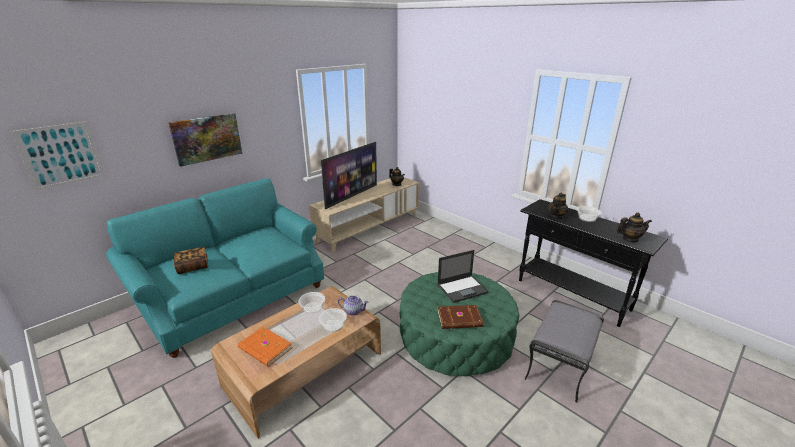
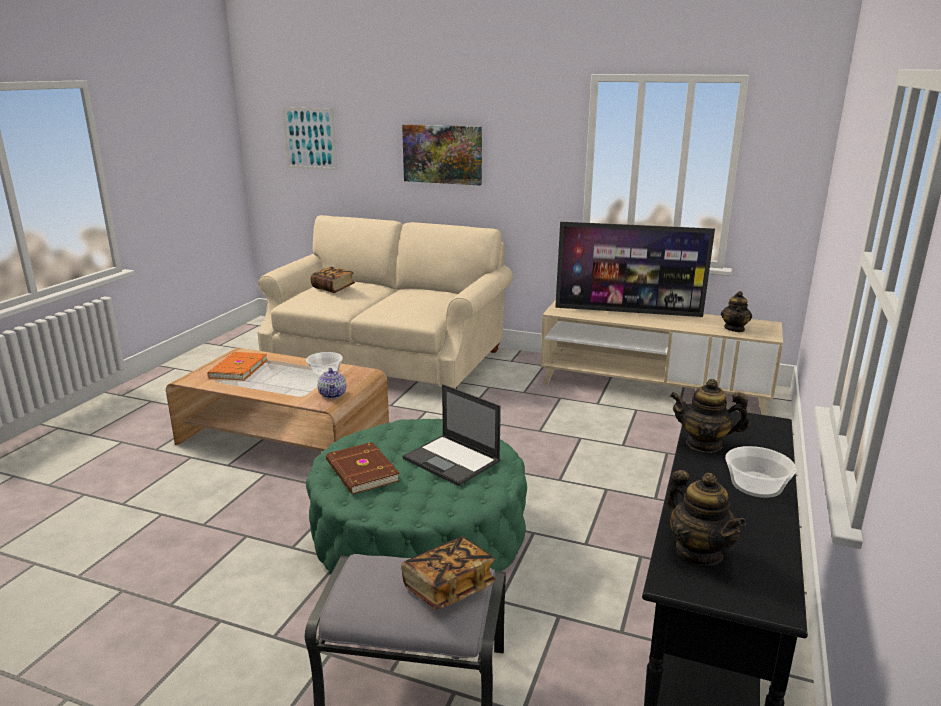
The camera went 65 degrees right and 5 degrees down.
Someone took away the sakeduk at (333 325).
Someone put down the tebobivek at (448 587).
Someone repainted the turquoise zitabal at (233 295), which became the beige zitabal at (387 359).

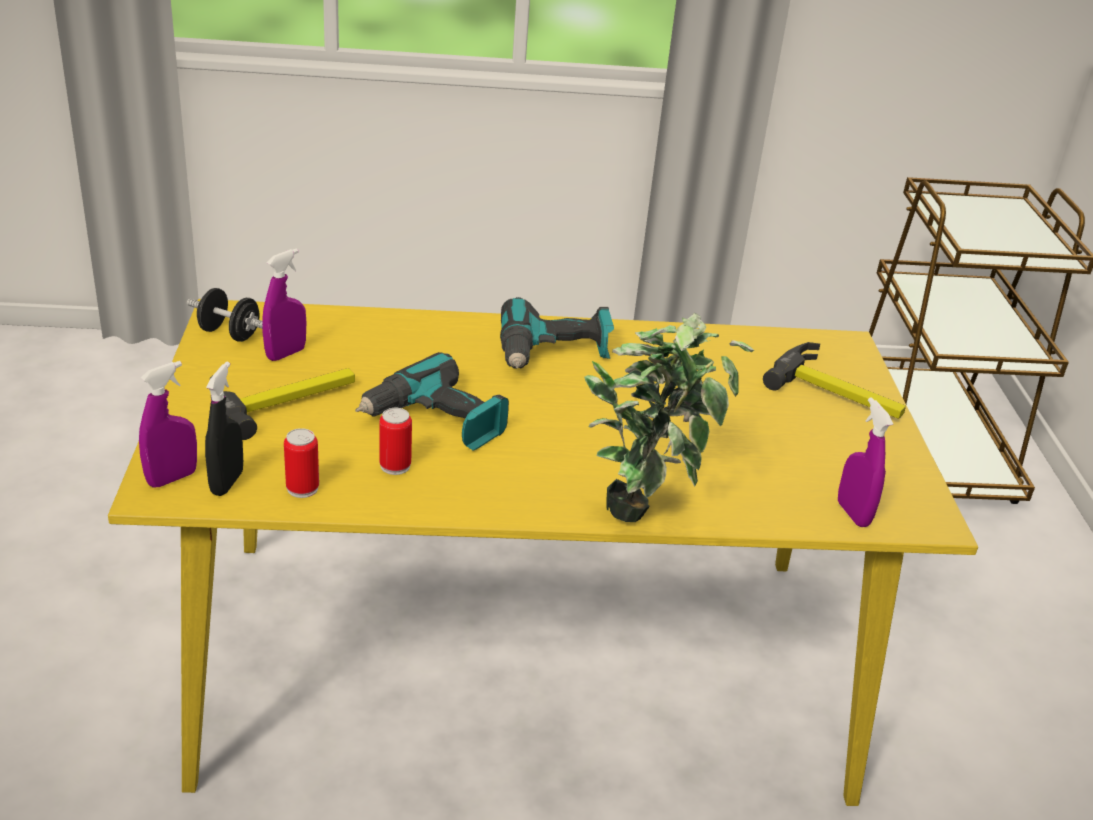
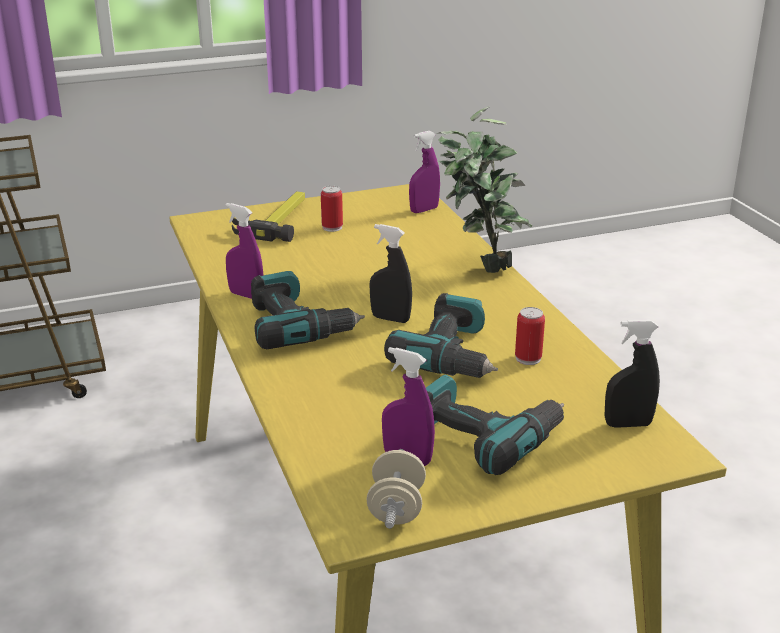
The camera went 105 degrees left and 5 degrees down.
Someone put down the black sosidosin at (390 319).
Someone carried the purple sosidosin from (172 478) to (246 295).
Someone carried the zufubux from (302 488) to (332 227).
Someone swapped the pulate at (284 399) for the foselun at (487 435).
Someone repainted the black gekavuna at (229 334), which became the beige gekavuna at (396 508).

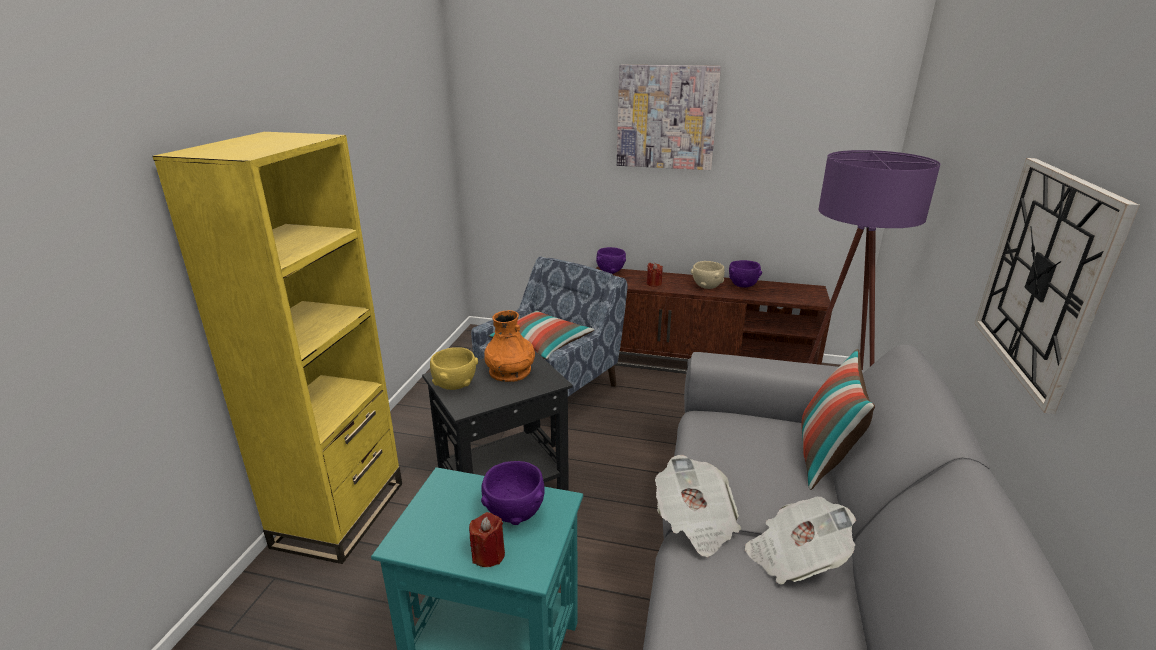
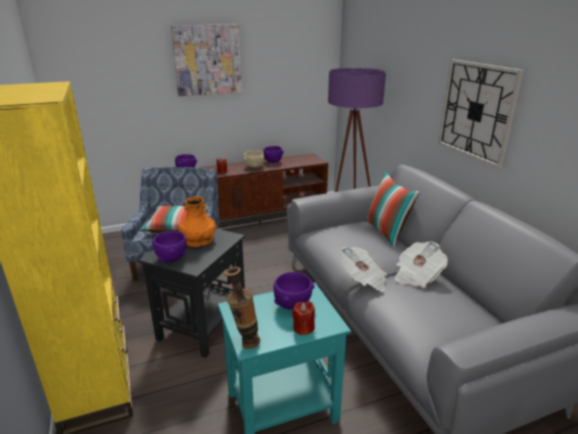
The camera went 35 degrees left and 0 degrees up.
Someone put down the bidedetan at (244 342).
Someone repainted the yellow sakeduk at (455 385), which became the purple sakeduk at (171 258).

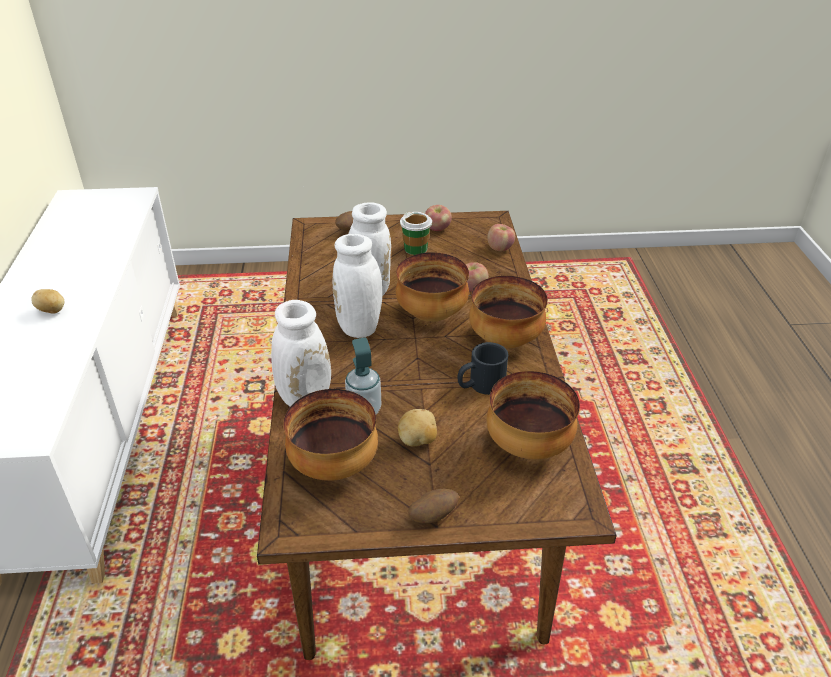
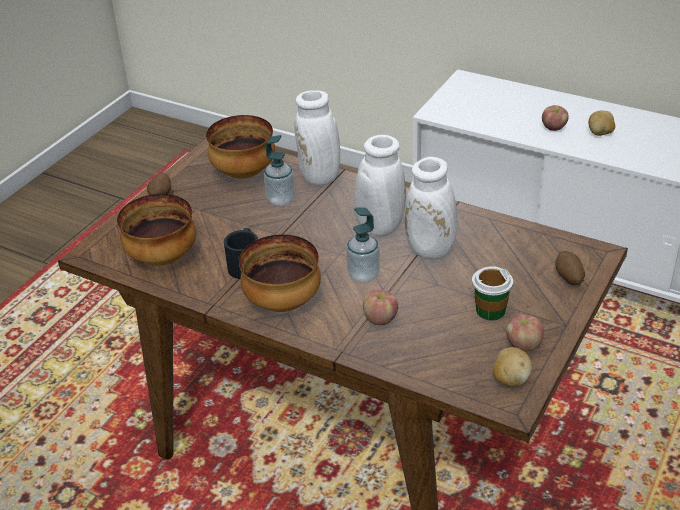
The camera went 125 degrees right and 0 degrees up.
Someone carried the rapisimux from (417 440) to (510 379).
Someone carried the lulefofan from (500 248) to (553 128).
Someone swapped the sakeduk at (431 314) for the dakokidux at (363 275).

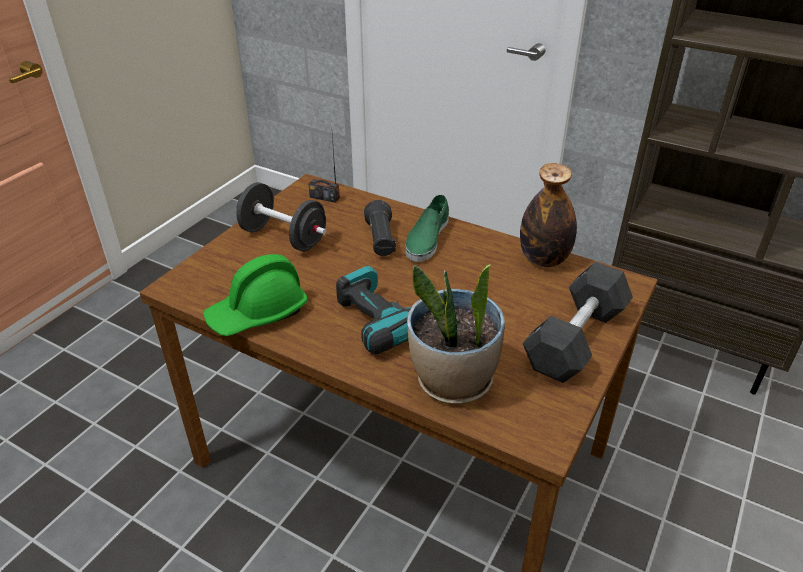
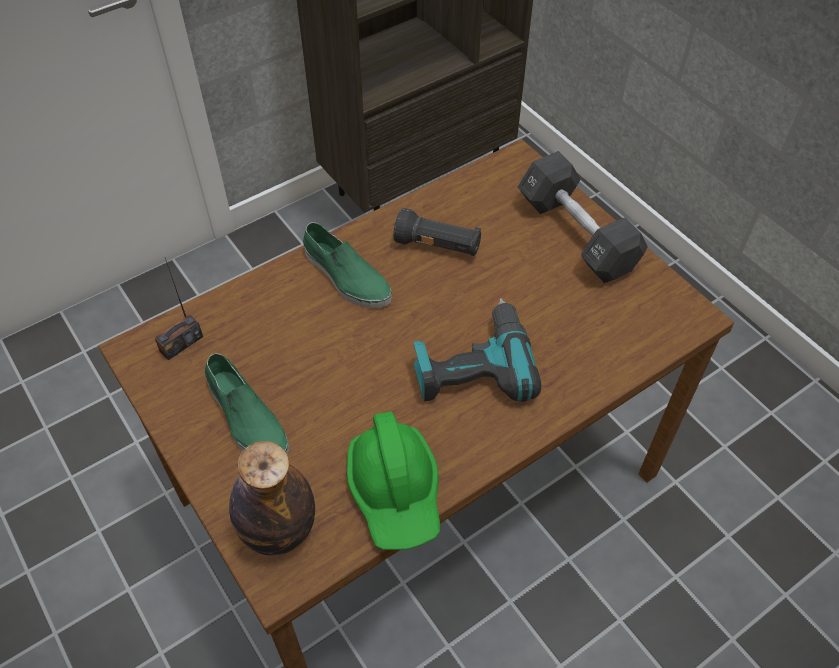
The camera went 65 degrees left and 15 degrees up.
Someone took away the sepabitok at (453 381).
Someone carried the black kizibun from (380 240) to (438 246).
Someone carried the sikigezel from (544 259) to (278 529).
Someone swapped the black gekavuna at (283 237) for the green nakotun at (246 418).

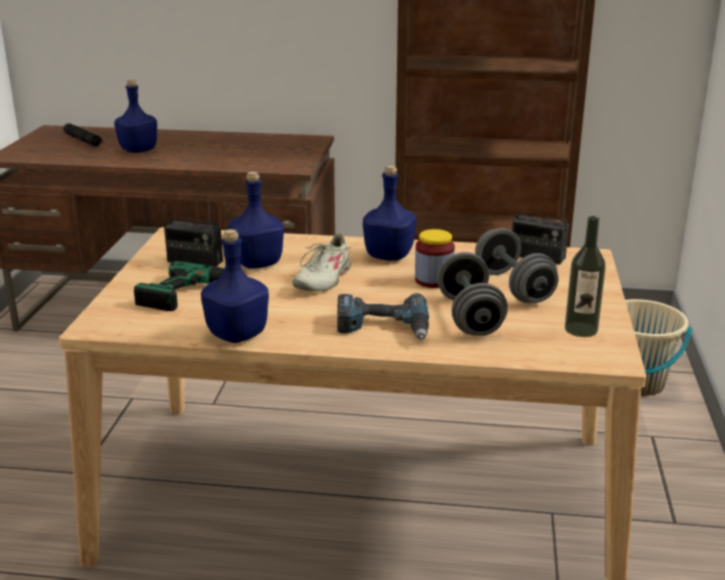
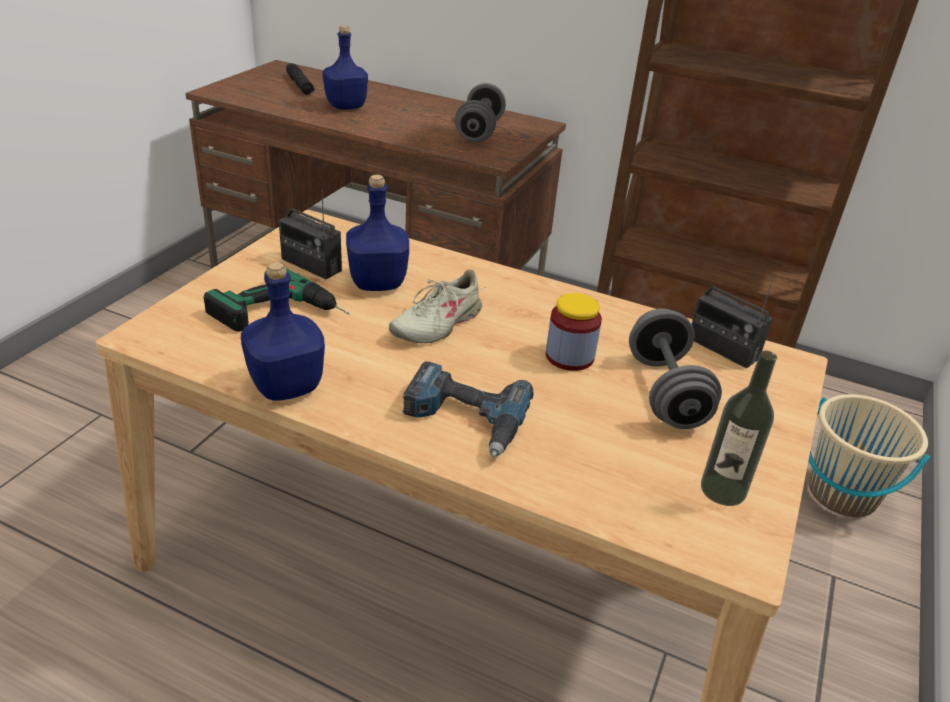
The camera went 15 degrees right and 10 degrees up.
Someone took away the blue sikigezel at (389 256).
Someone carried the grey gekavuna from (469 316) to (479 131).

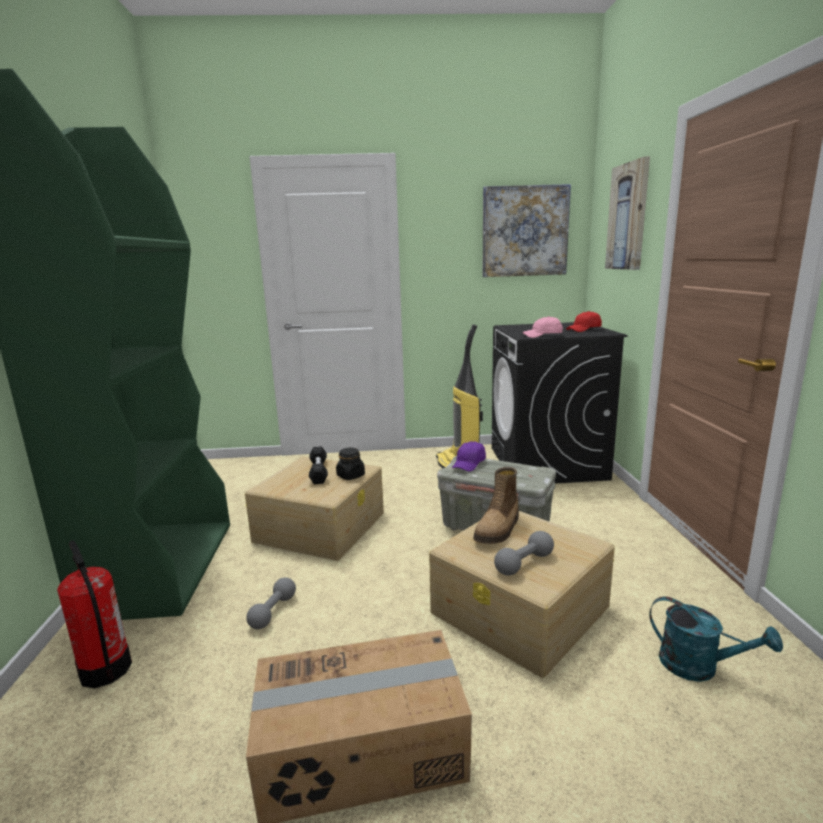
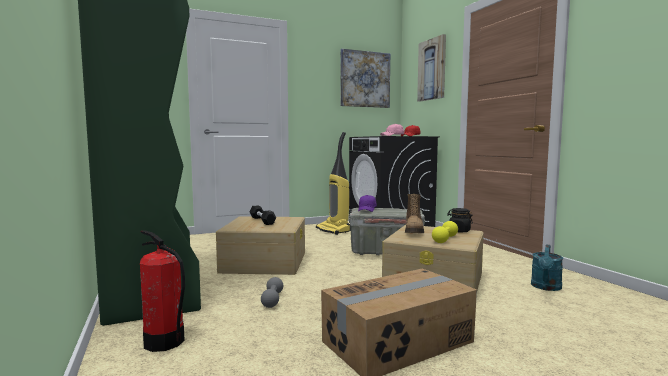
The camera went 20 degrees left and 10 degrees down.
Someone carried the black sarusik from (350 476) to (459 231).
Someone repainted the grey gekavuna at (524 563), which became the yellow gekavuna at (445 239).
Someone rotated the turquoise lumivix at (699 667) by 105 degrees clockwise.

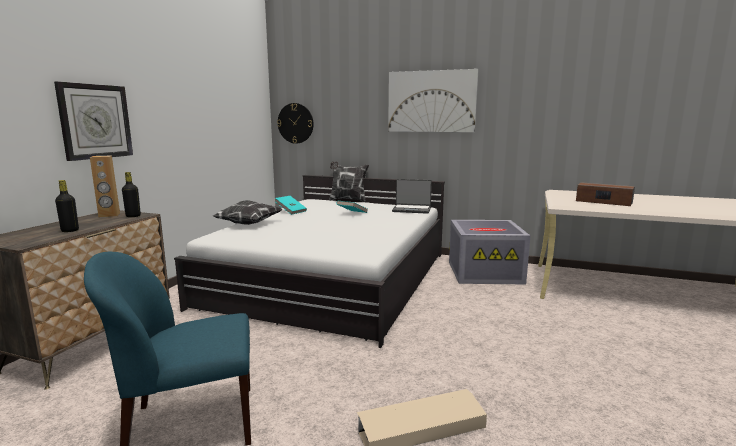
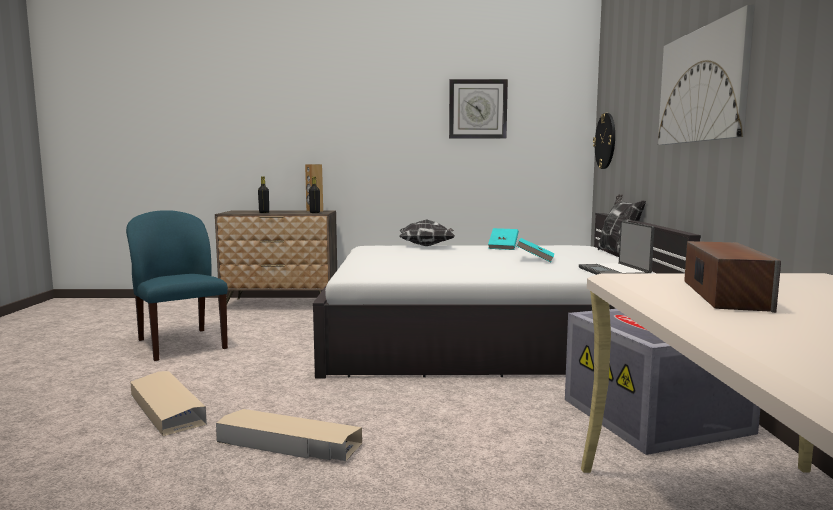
The camera went 70 degrees right and 5 degrees down.
Someone put down the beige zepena at (289 443).
Someone carried the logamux from (95 121) to (477 109).

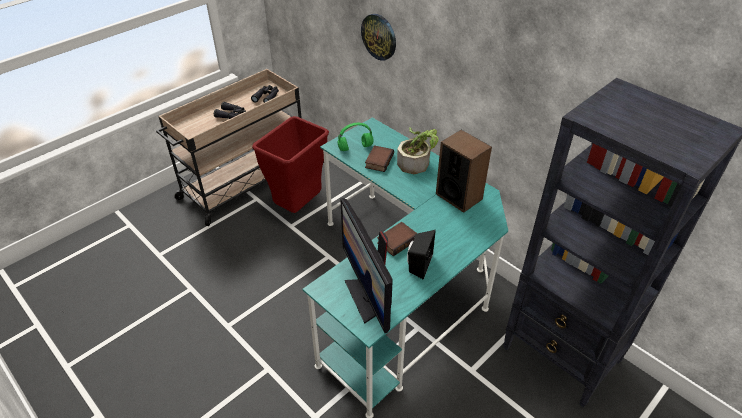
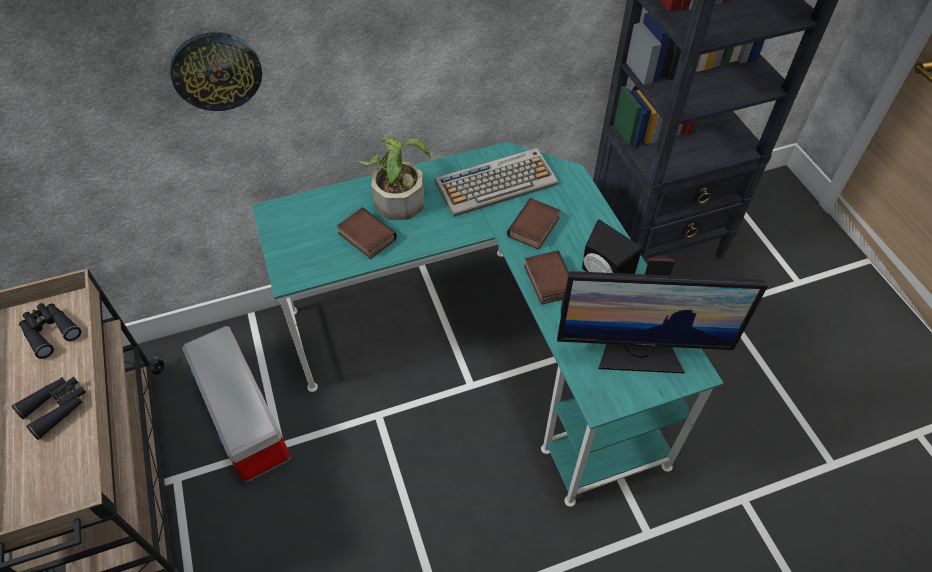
The camera went 65 degrees left and 10 degrees up.
Someone took away the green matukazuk at (356 147).
Someone put down the tebobivek at (534 228).
Someone swapped the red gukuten at (299 207) for the zepena at (246 419).
Someone swapped the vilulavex at (459 196) for the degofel at (496 182).

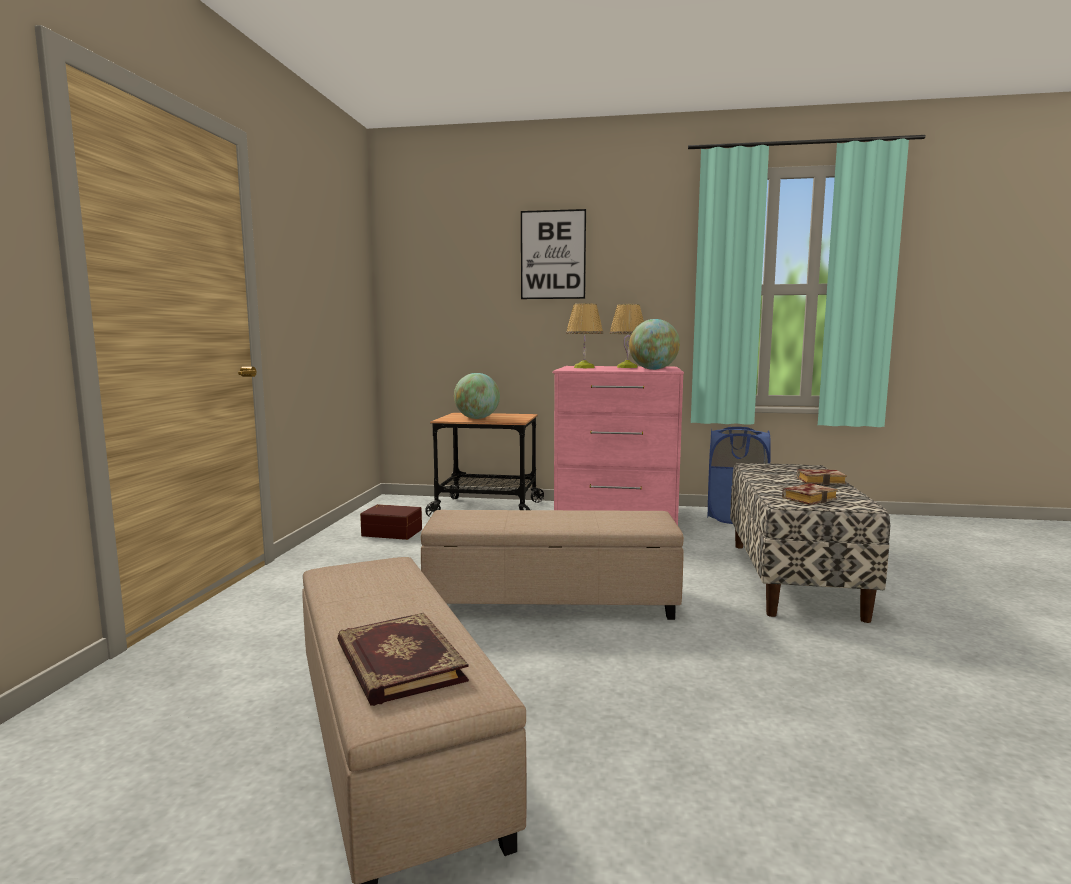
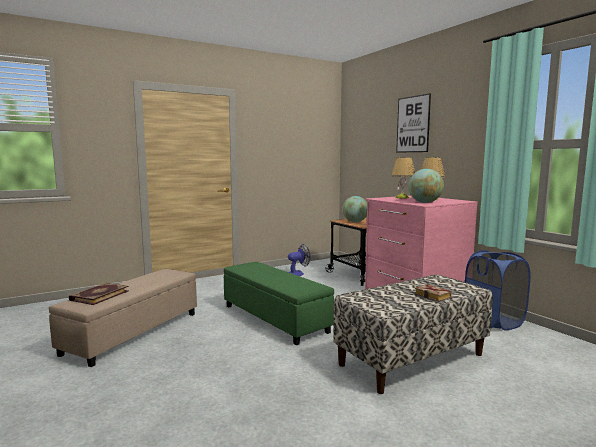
The camera went 50 degrees right and 0 degrees up.
Someone took away the tebobivek at (809 498).
Someone swapped the brown zepena at (392 532) for the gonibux at (298 273).
Someone repainted the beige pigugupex at (550 602), which became the green pigugupex at (273 318).

